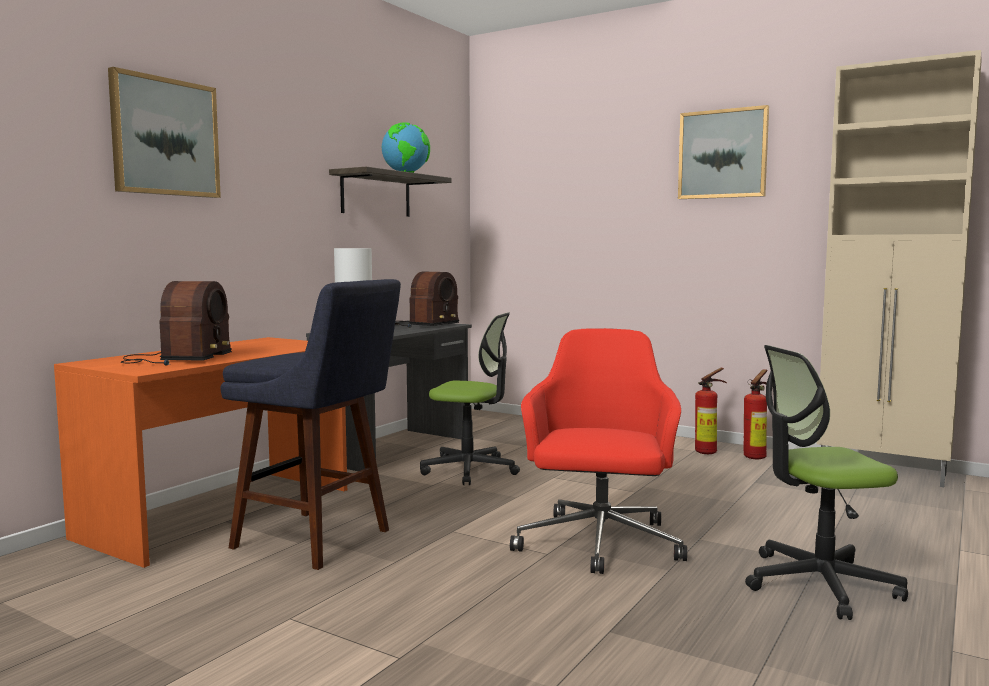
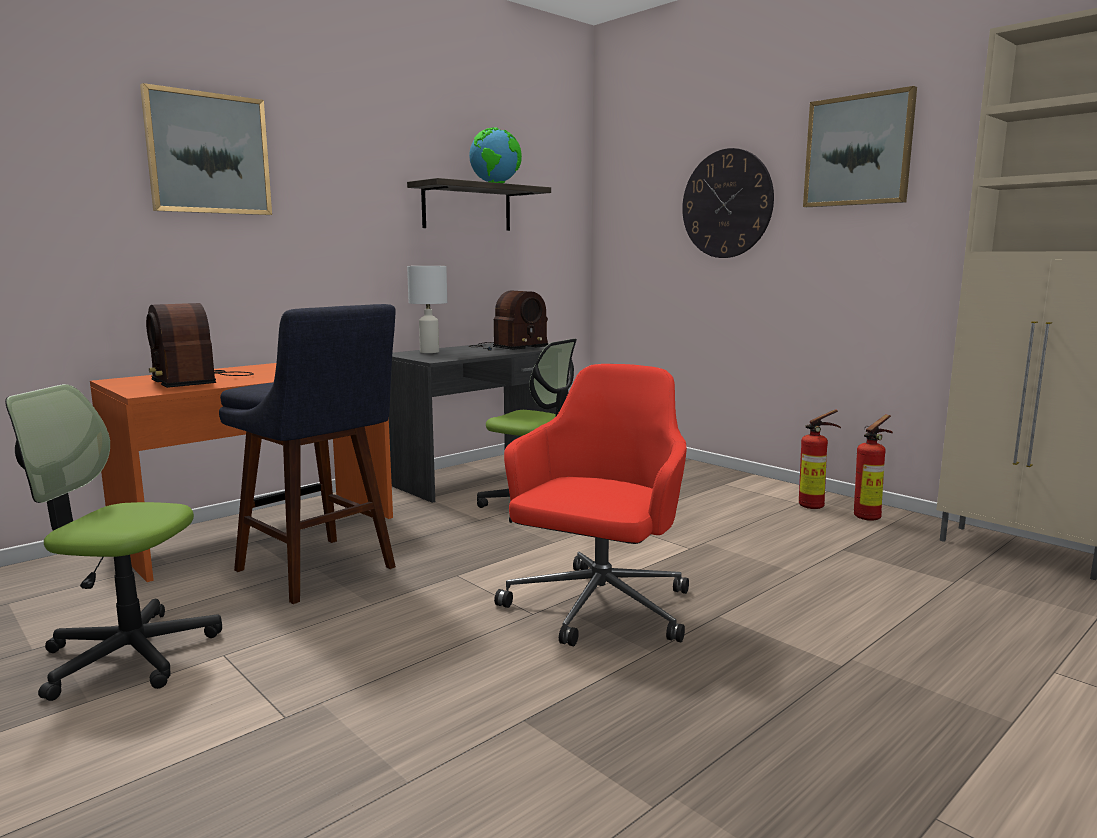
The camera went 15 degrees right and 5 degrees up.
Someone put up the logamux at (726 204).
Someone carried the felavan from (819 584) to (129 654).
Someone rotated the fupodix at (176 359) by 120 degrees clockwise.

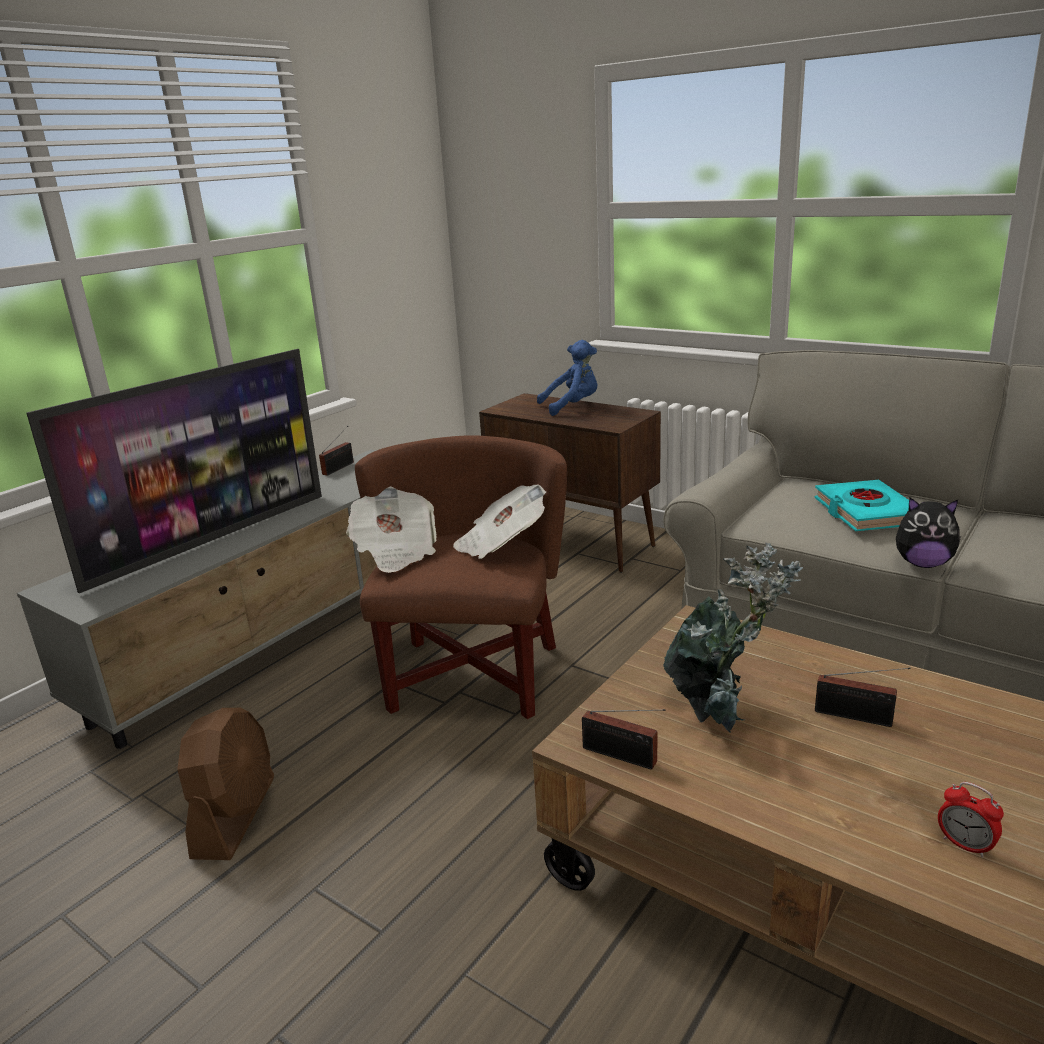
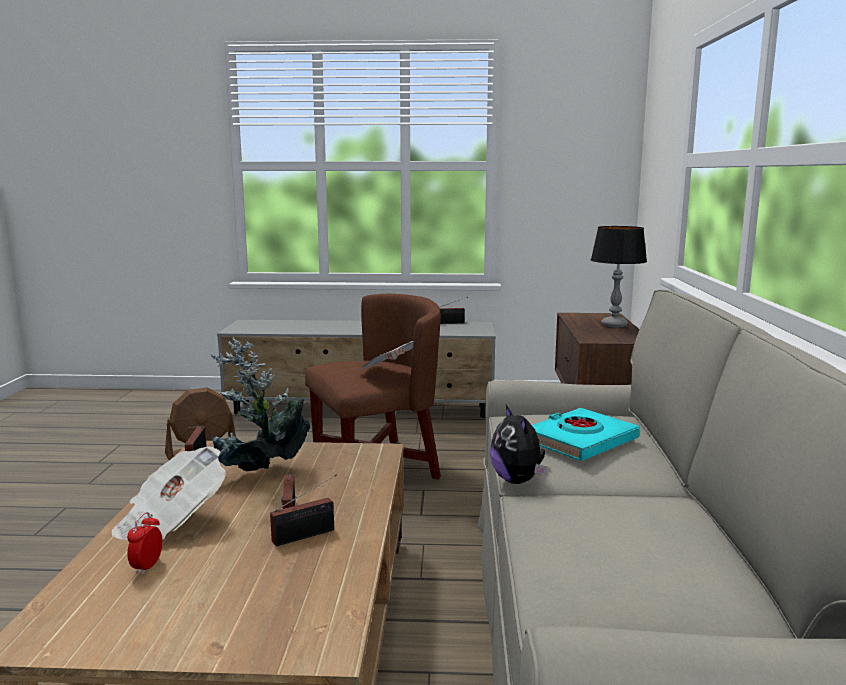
The camera went 55 degrees right and 10 degrees down.
Someone took away the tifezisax at (211 539).
Someone put down the fupodix at (307 535).
Someone carried the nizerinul from (395 551) to (171 521).
Someone swapped the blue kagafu at (572 406) for the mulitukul at (614 325).

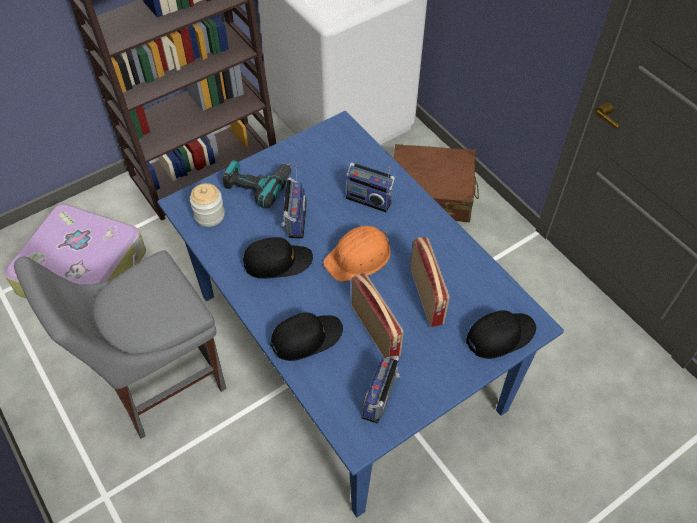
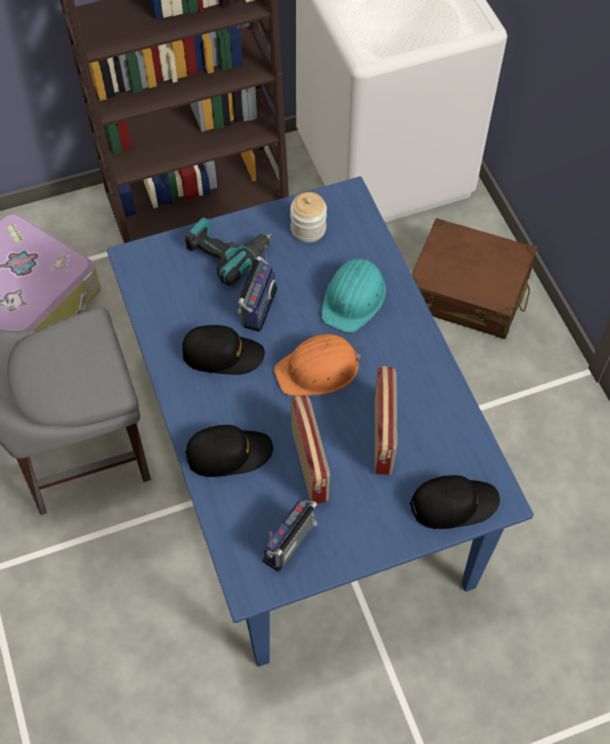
The camera went 15 degrees right and 5 degrees up.
Someone carried the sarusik from (209 215) to (308 229).
Someone swapped the fupodix at (369 198) for the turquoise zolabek at (354 298).

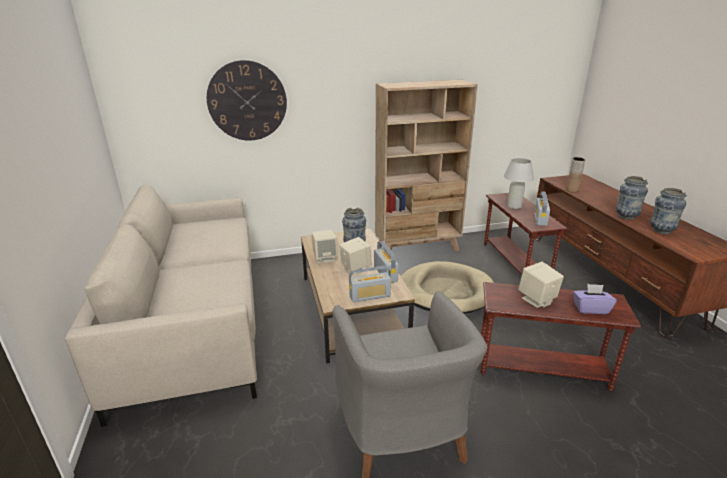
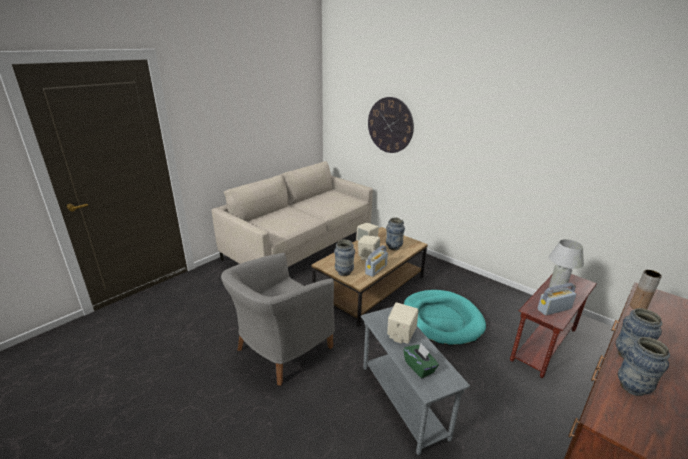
The camera went 55 degrees right and 0 degrees up.
Someone took away the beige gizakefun at (418 248).
Someone swapped the fupodix at (370 296) for the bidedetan at (344 273).
Someone repainted the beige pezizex at (445 291), which became the turquoise pezizex at (442 319).
Someone repainted the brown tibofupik at (541 368), which became the grey tibofupik at (403 401).
Someone repainted the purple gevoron at (590 309), which became the green gevoron at (419 367).

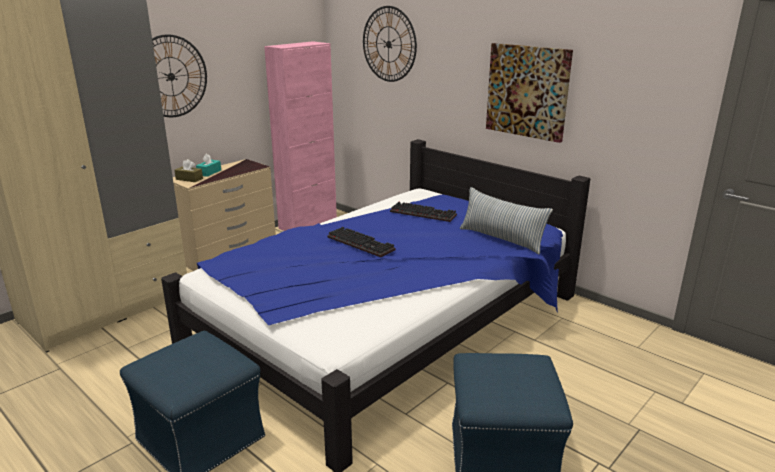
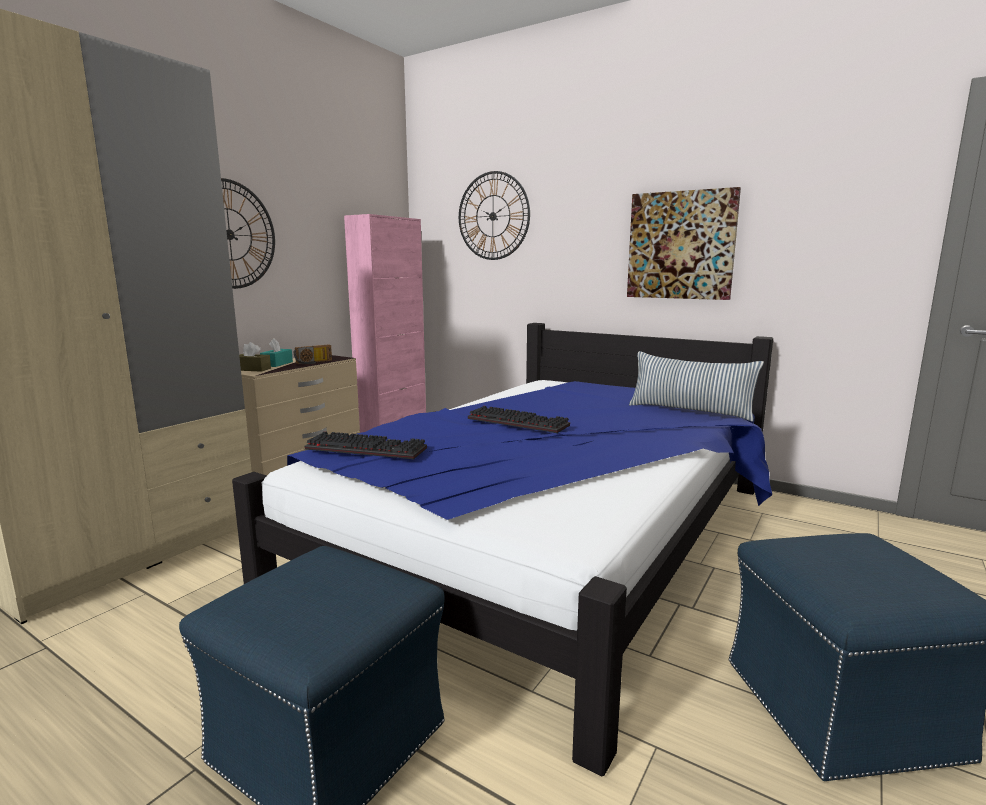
The camera went 10 degrees left and 10 degrees down.
Someone put down the fupodix at (314 362).
Someone carried the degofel from (424 213) to (369 448).

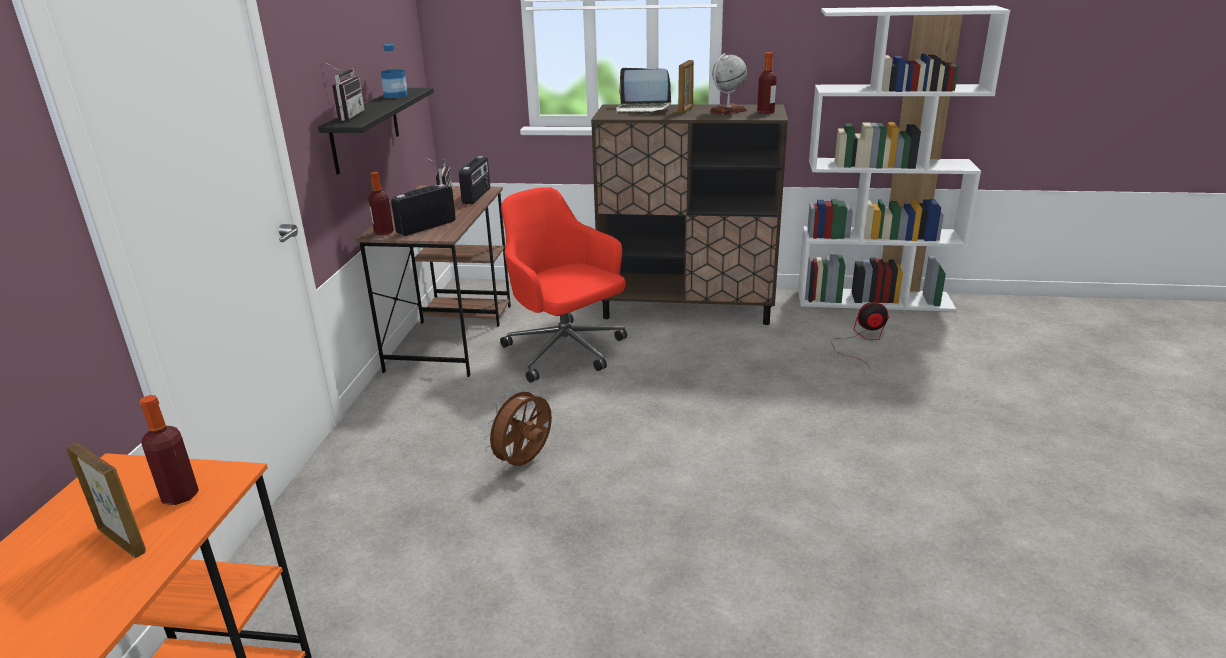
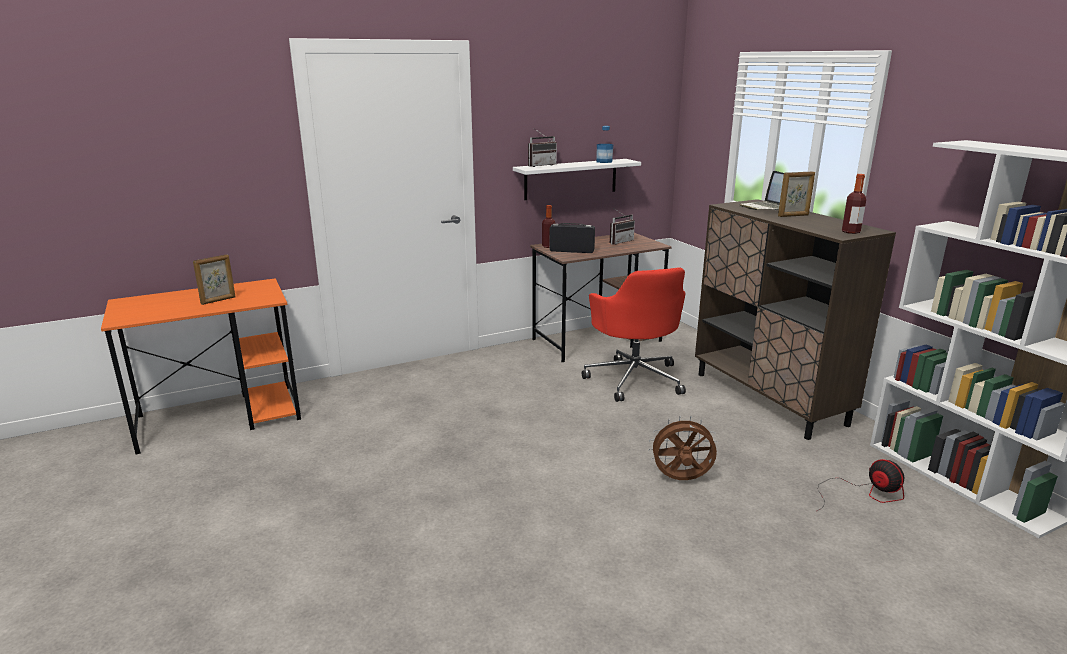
The camera went 55 degrees right and 5 degrees down.
Someone took away the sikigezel at (180 495).
Someone took away the fupodix at (477 196).
Someone took away the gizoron at (728 111).
Someone carried the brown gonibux from (524 462) to (681 480).
Someone repainted the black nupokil at (365 129), which became the white nupokil at (571 179).
Someone rotated the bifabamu at (122 540) by 45 degrees clockwise.
Someone rotated the red felavan at (566 352) by 150 degrees clockwise.

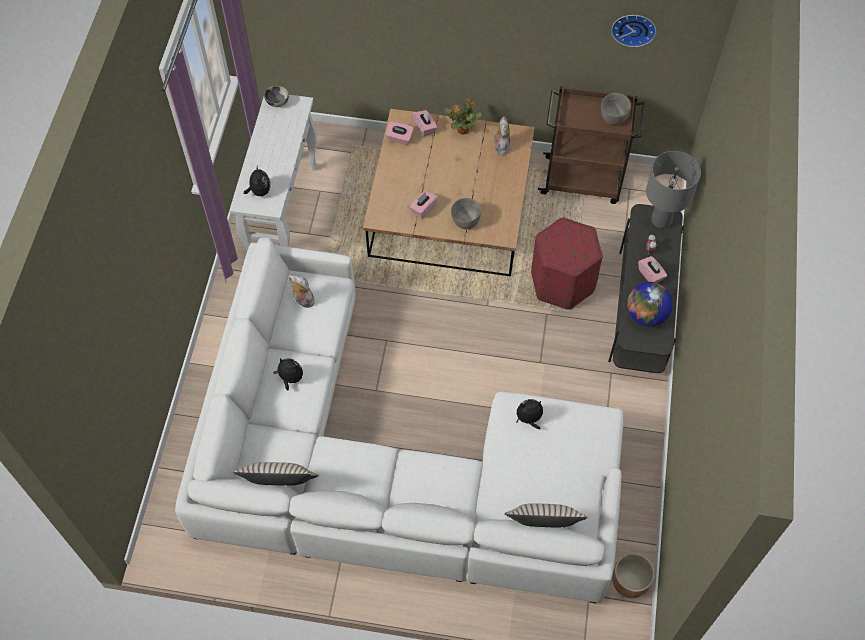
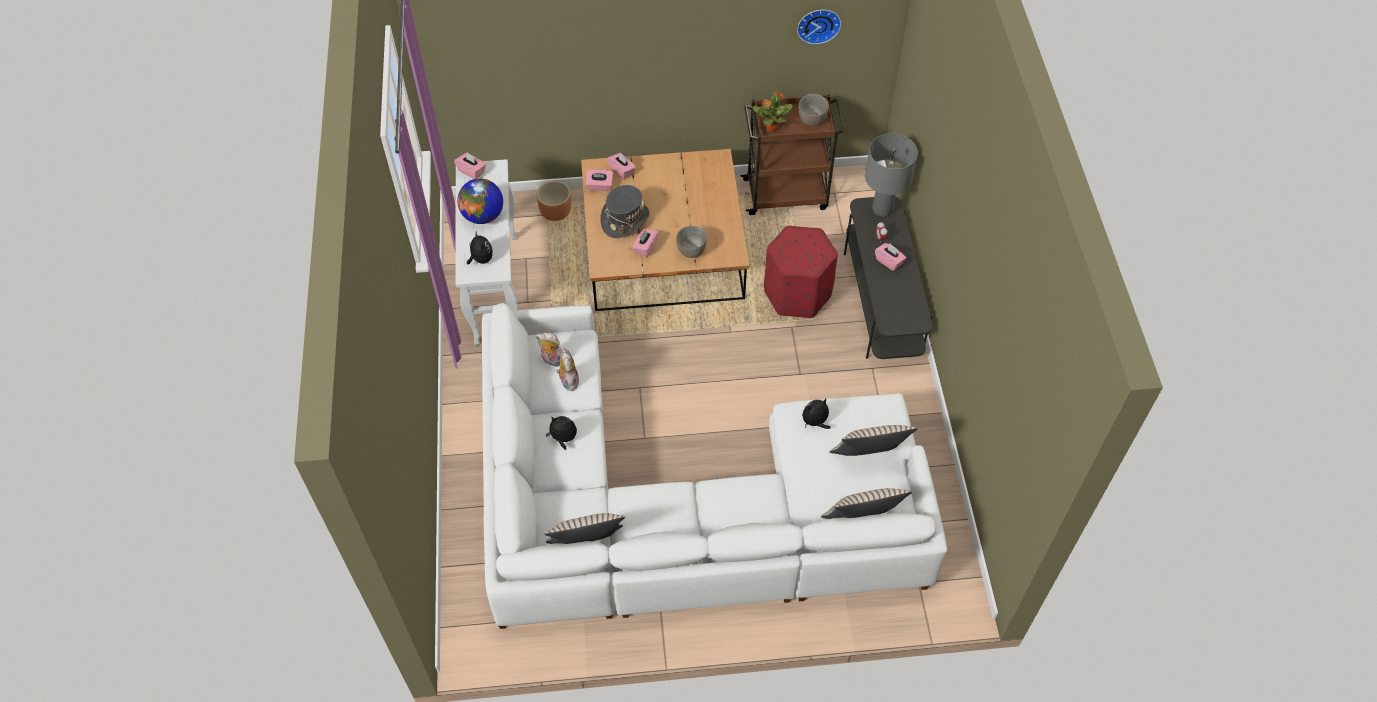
The camera went 15 degrees left and 5 degrees down.
Someone put down the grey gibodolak at (625 219).
Someone put down the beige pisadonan at (868 457).
Someone carried the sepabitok from (462 130) to (771 128).
Someone carried the kagafu from (501 146) to (568 381).
Someone carried the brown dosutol from (629 582) to (555 212).
Someone carried the gizoron from (646 315) to (483 216).
Someone swapped the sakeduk at (277 102) for the pink gevoron at (472 171).

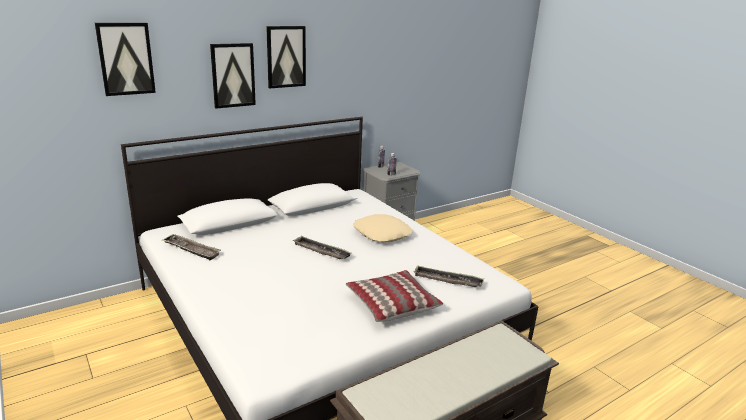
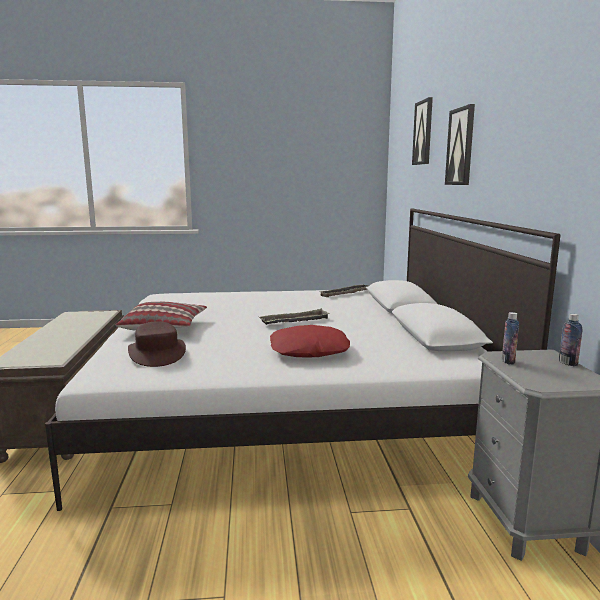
The camera went 120 degrees right and 10 degrees down.
Someone took away the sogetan at (286 56).
Someone swapped the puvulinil at (447 280) for the brown gibodolak at (157 353).
Someone repainted the beige pisadonan at (382 234), which became the red pisadonan at (309 350).

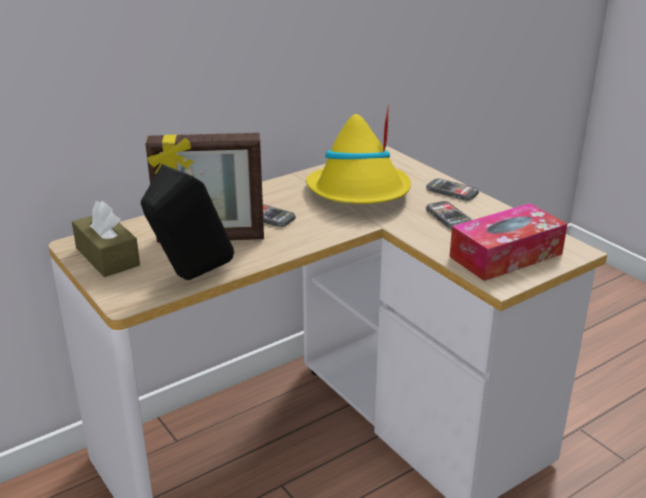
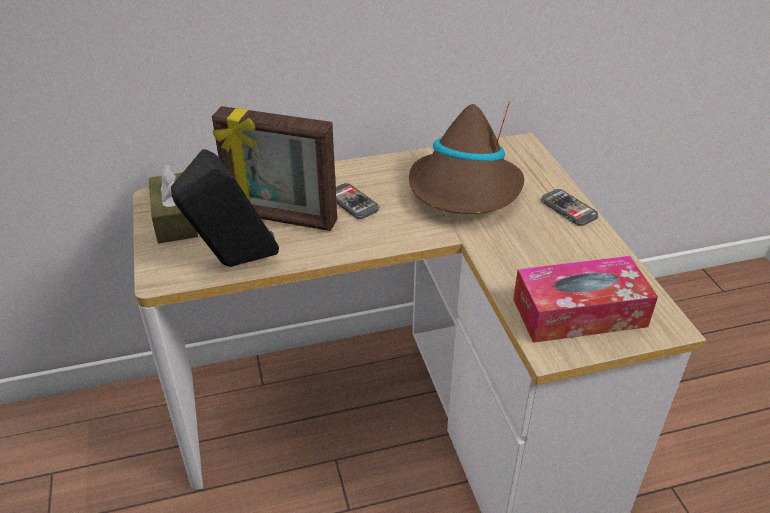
The camera went 20 degrees right and 10 degrees up.
Someone took away the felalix at (448 217).
Someone repainted the yellow gibodolak at (359 193), which became the brown gibodolak at (465 190).

